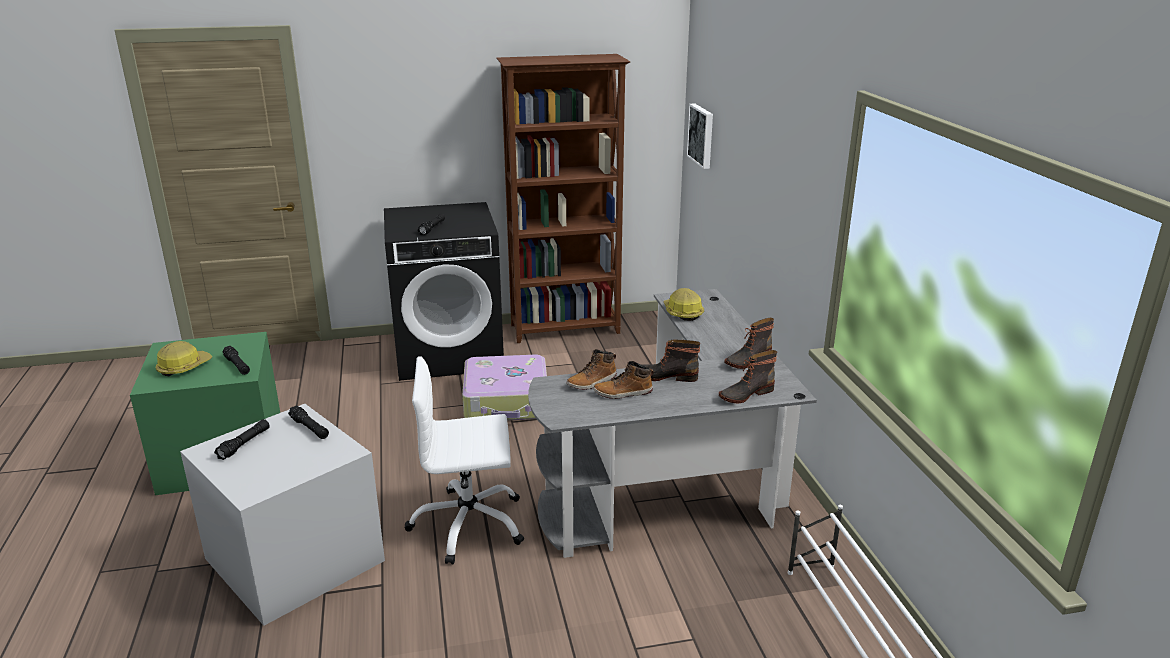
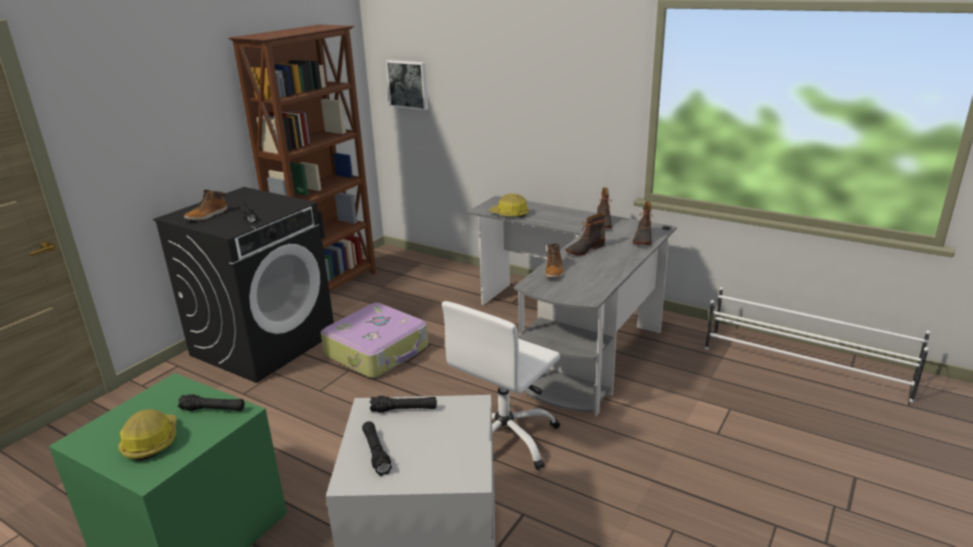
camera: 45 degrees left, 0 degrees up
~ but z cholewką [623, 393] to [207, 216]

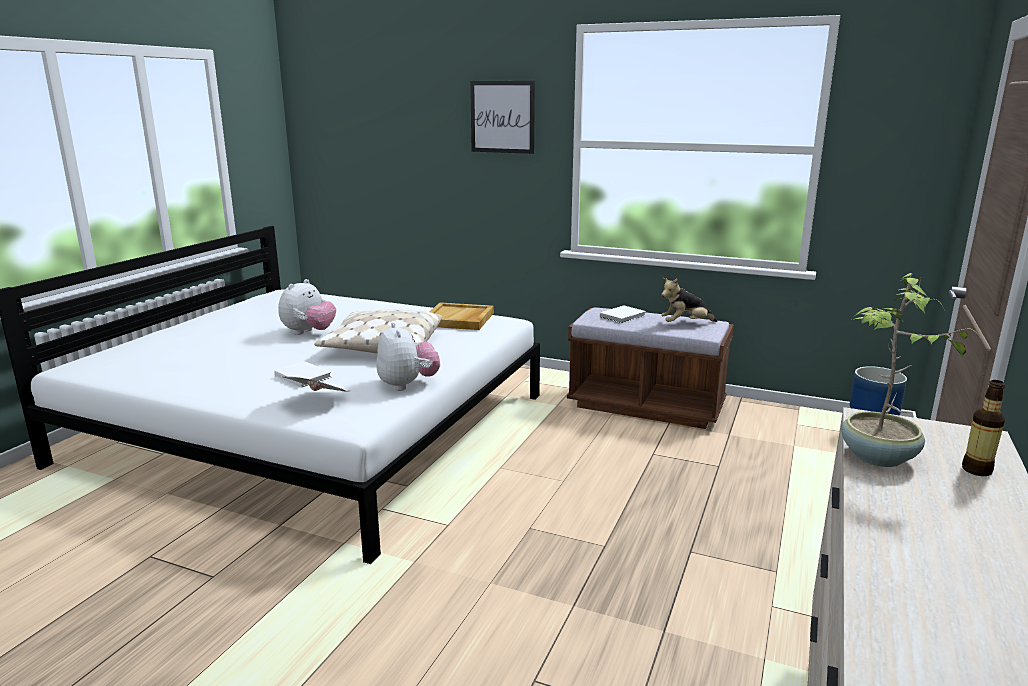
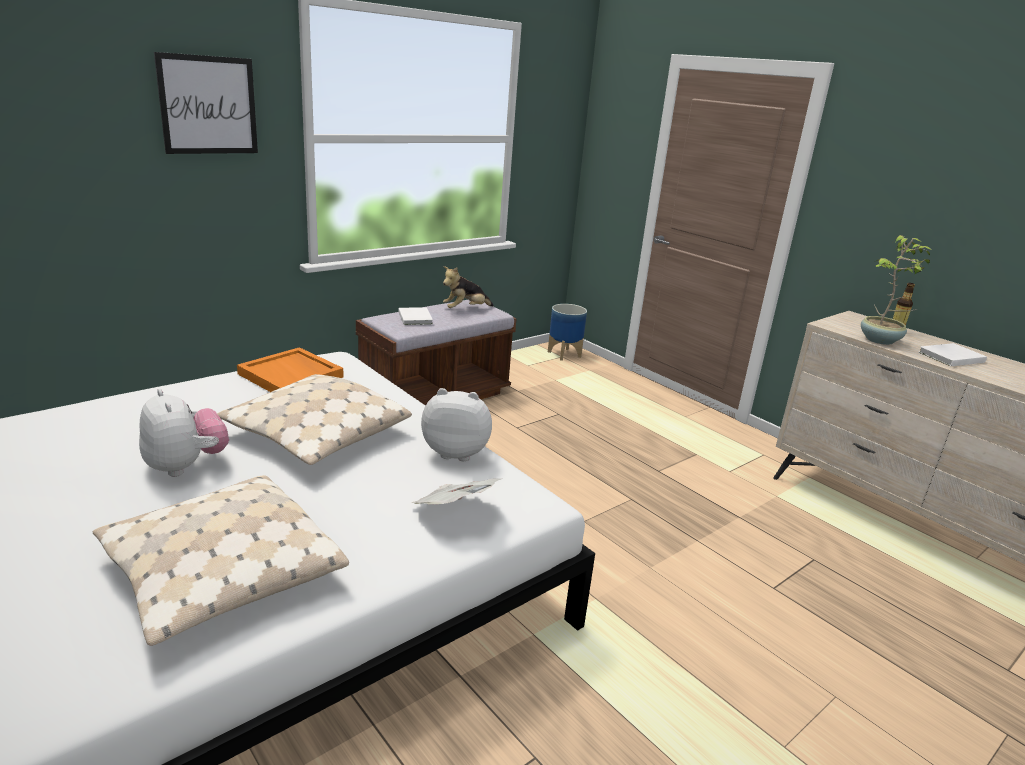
camera: 65 degrees left, 5 degrees up
+ poduszka [beżowy] [221, 573]
~ książka [biały] [303, 376] to [949, 357]
~ taca [beżowy] [459, 319] to taca [pomarańczowy] [292, 375]
~ pluszak [685, 324] = [465, 310] 45 degrees clockwise

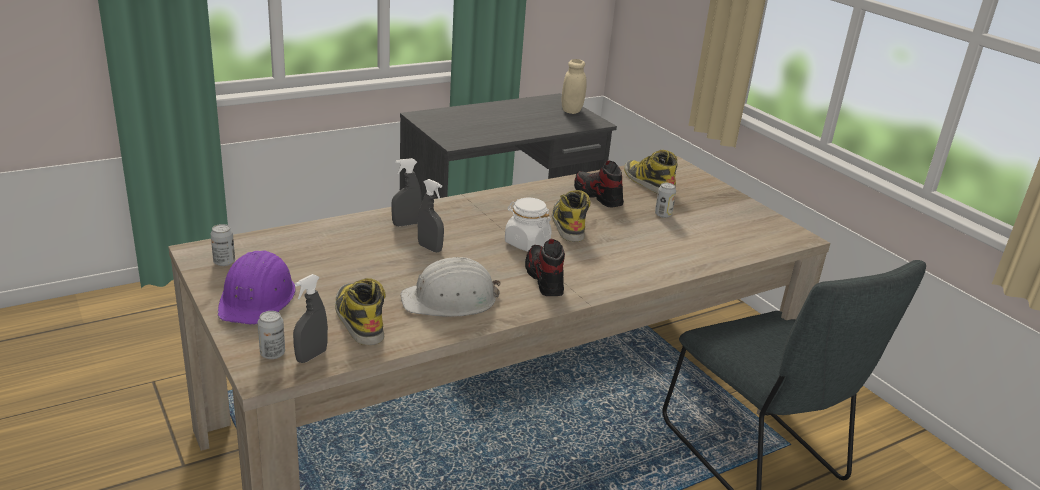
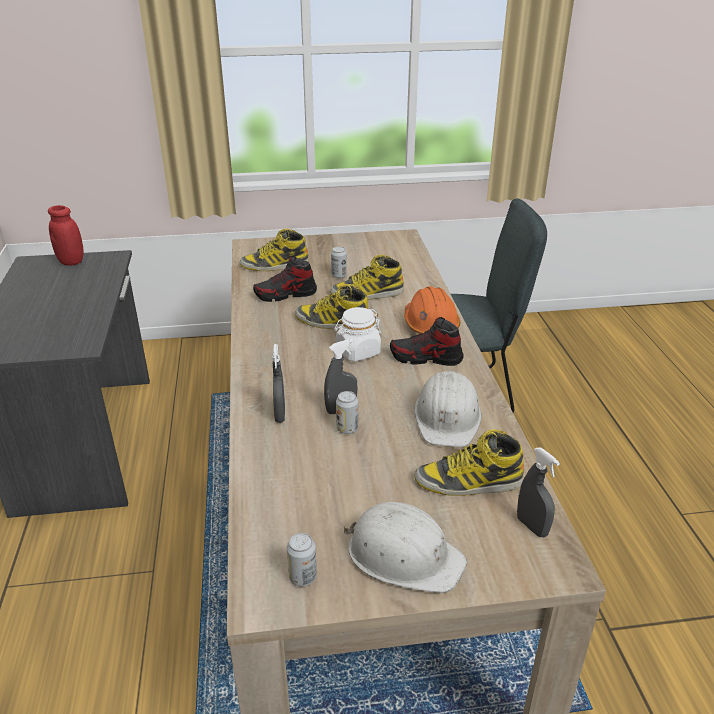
camera: 65 degrees left, 5 degrees up
+ but z cholewką [367, 294]
+ kask [pomarańczowy] [430, 325]
~ puszka [272, 354] to [347, 429]
~ kask [fioletowy] [257, 298] to kask [biały] [403, 555]
~ słoik [beżowy] [571, 111] to słoik [czerwony] [71, 261]

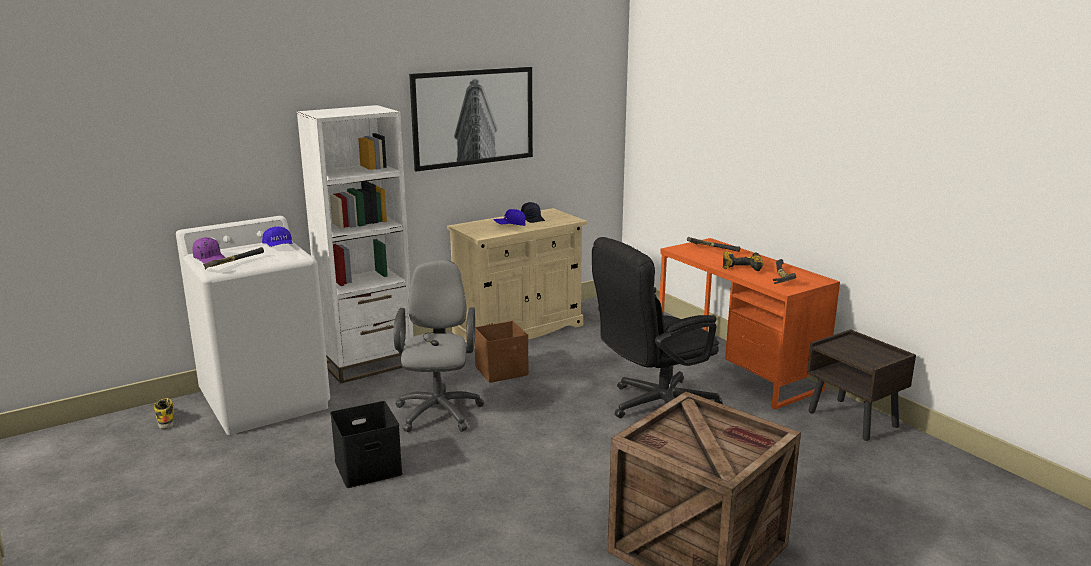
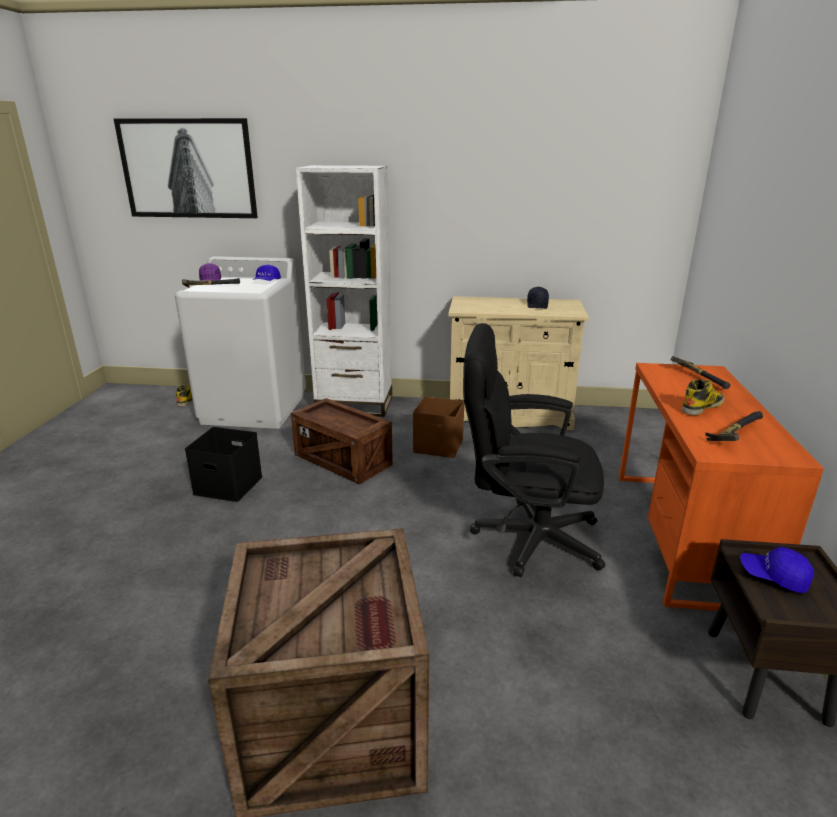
camera: 40 degrees right, 5 degrees up
~ obraz [473, 117] to [188, 169]
~ czapka z daszkiem [niebieski] [510, 225] to [773, 577]
~ krzesło biurowe [szary] [439, 410] to skrzynka [343, 460]
~ wiertarka [742, 266] to but z cholewką [702, 407]

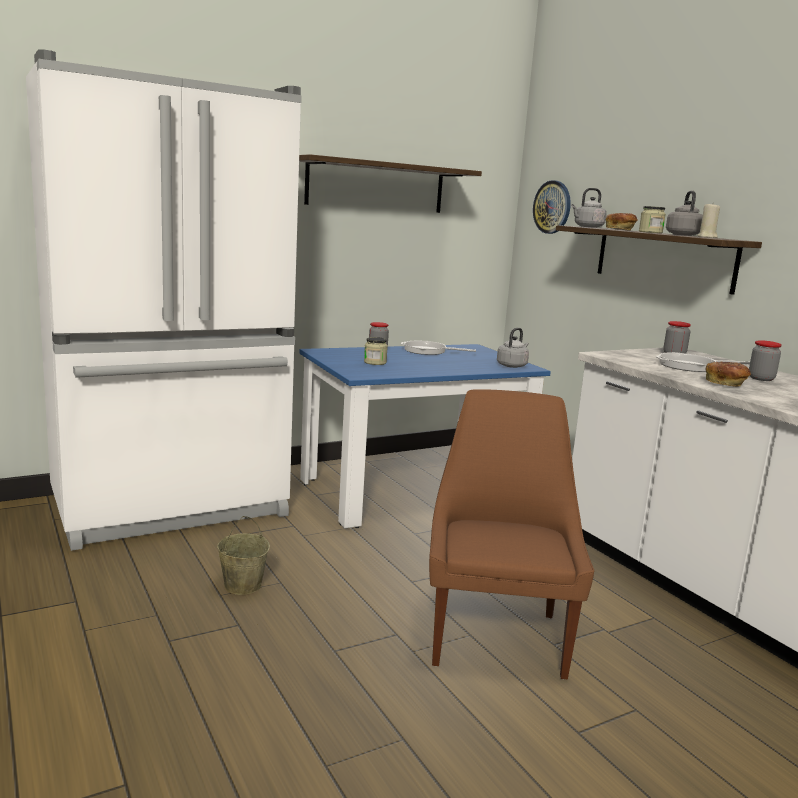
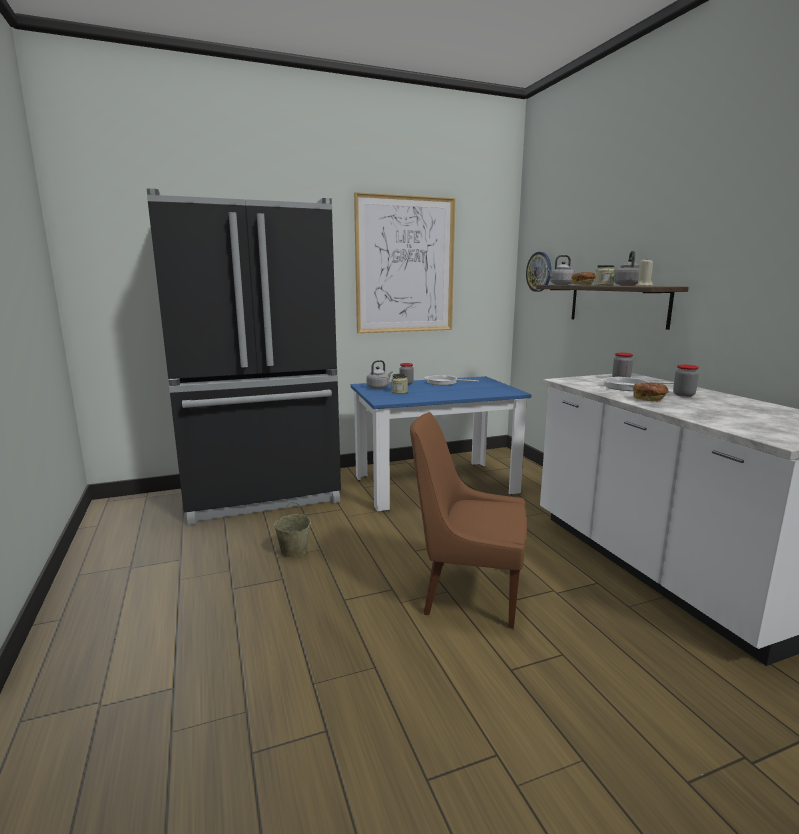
camera: 10 degrees right, 0 degrees up
~ czajnik [szary] [512, 365] to [379, 387]
~ półka [376, 186] to obraz [405, 265]
~ lodówka [biały] [173, 508] to lodówka [czarny] [263, 496]
~ krzesło [brązowy] [496, 635] = [467, 592] 90 degrees counterclockwise

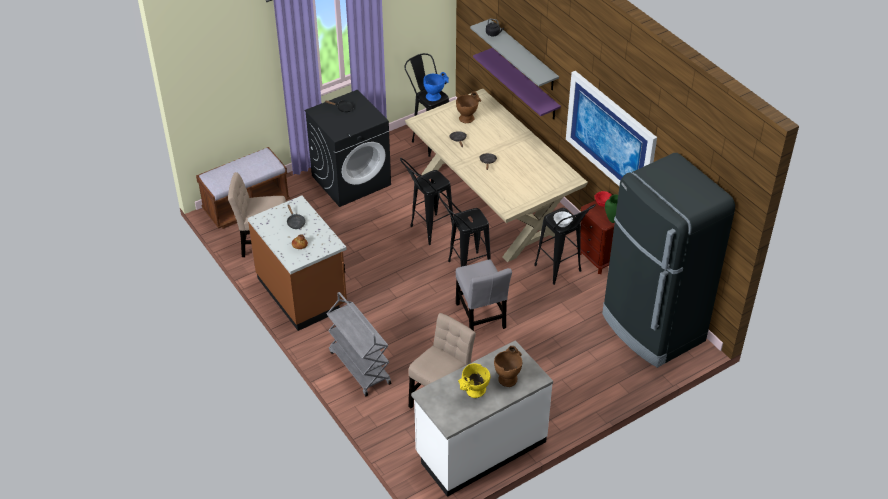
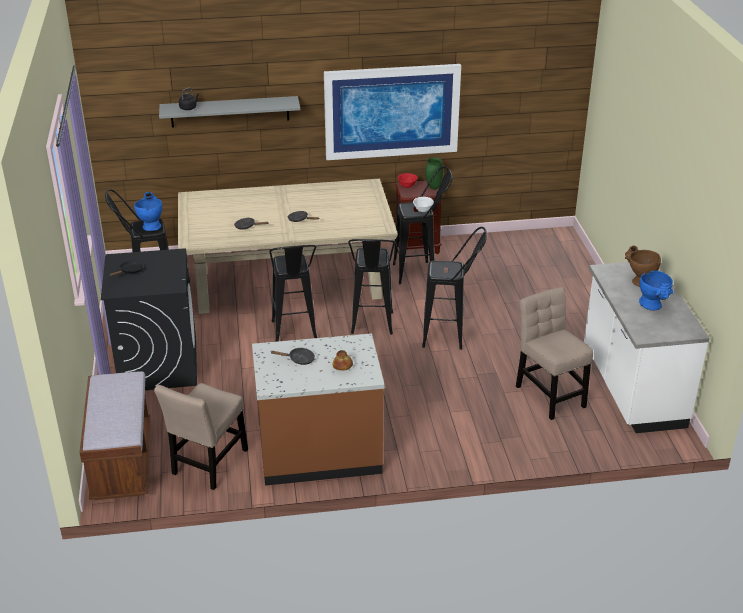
camera: 65 degrees left, 10 degrees down
- wózek [szary] [359, 367]
- wazon [brązowy] [468, 117]
- półka [fioletowy] [525, 84]
- lodówka [czarny] [652, 328]
~ krzesło [szary] [481, 318] to stołek [czarny] [451, 337]
~ wazon [żółty] [474, 393] to wazon [niebieski] [653, 306]

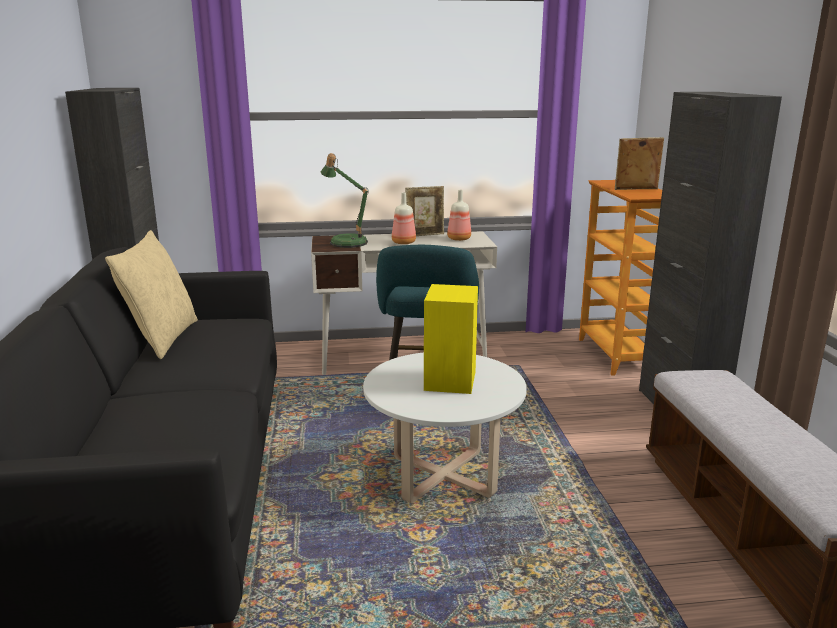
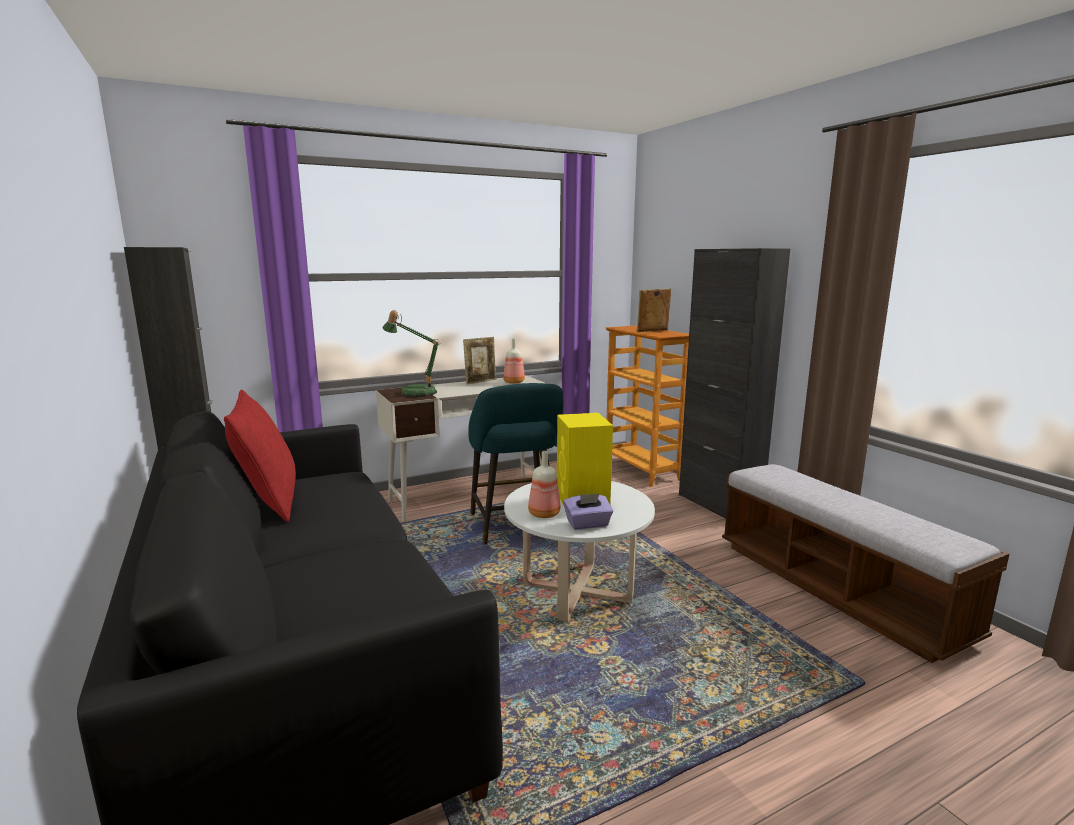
camera: 20 degrees left, 5 degrees down
+ pudełko chusteczek [fioletowy] [588, 524]
~ butelka [403, 242] to [543, 514]
~ poduszka [beżowy] [161, 339] to poduszka [czerwony] [269, 502]

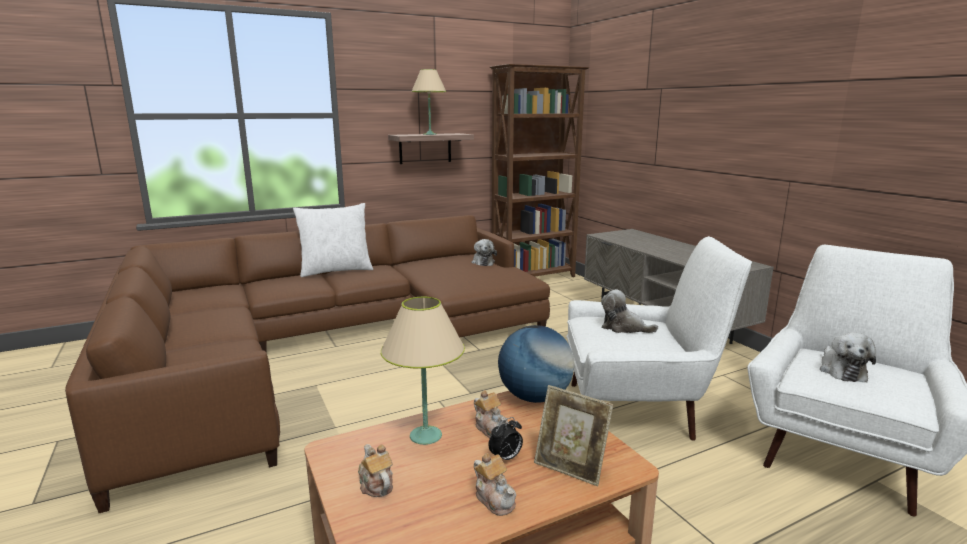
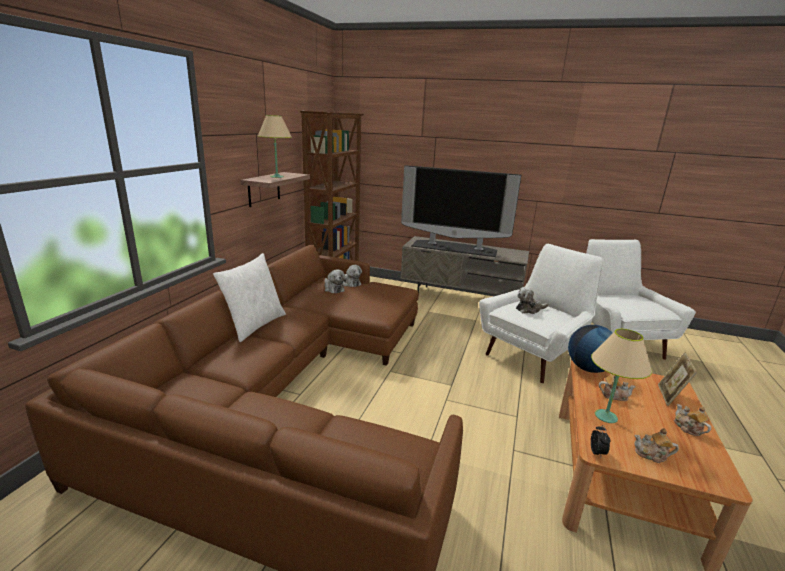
camera: 45 degrees left, 5 degrees up
+ telewizor [454, 248]
~ budzik [506, 458] to [597, 453]
~ pluszak [841, 370] to [333, 288]
~ imbryk [495, 499] = [687, 428] 120 degrees counterclockwise
~ ramka na zdjęcie [570, 467] = [670, 396] 120 degrees clockwise

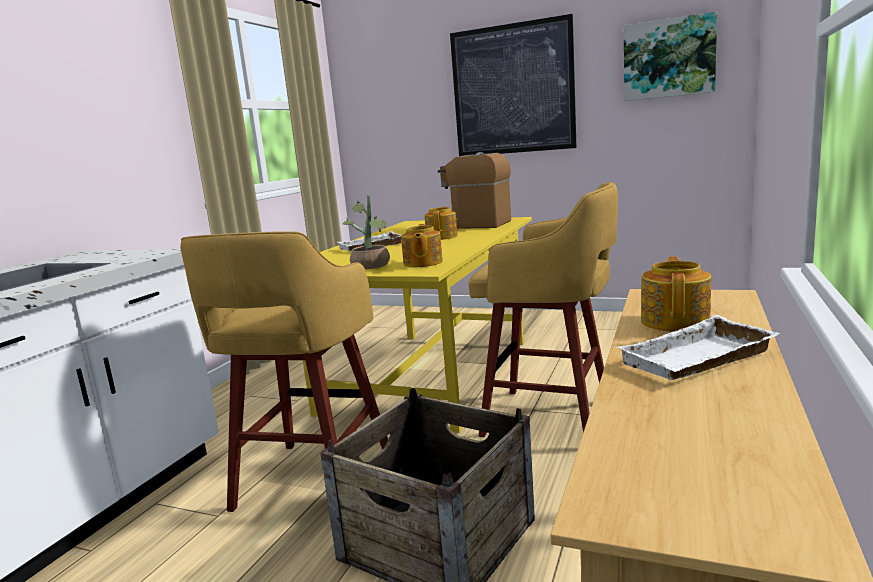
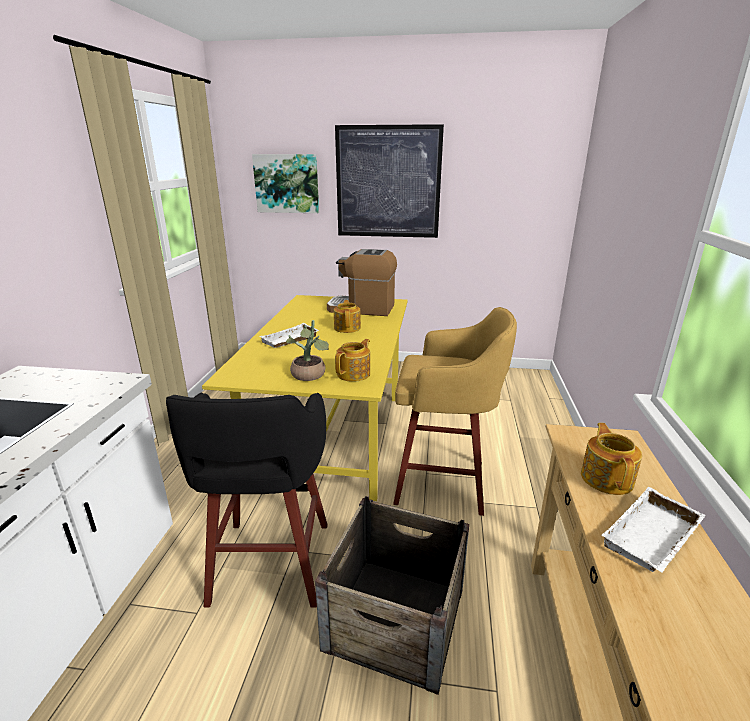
camera: 15 degrees left, 10 degrees up
~ obraz [668, 58] to [287, 183]
~ stołek [żółty] [311, 482] to stołek [czarny] [270, 566]
~ imbryk [422, 263] = [354, 374] 135 degrees counterclockwise

